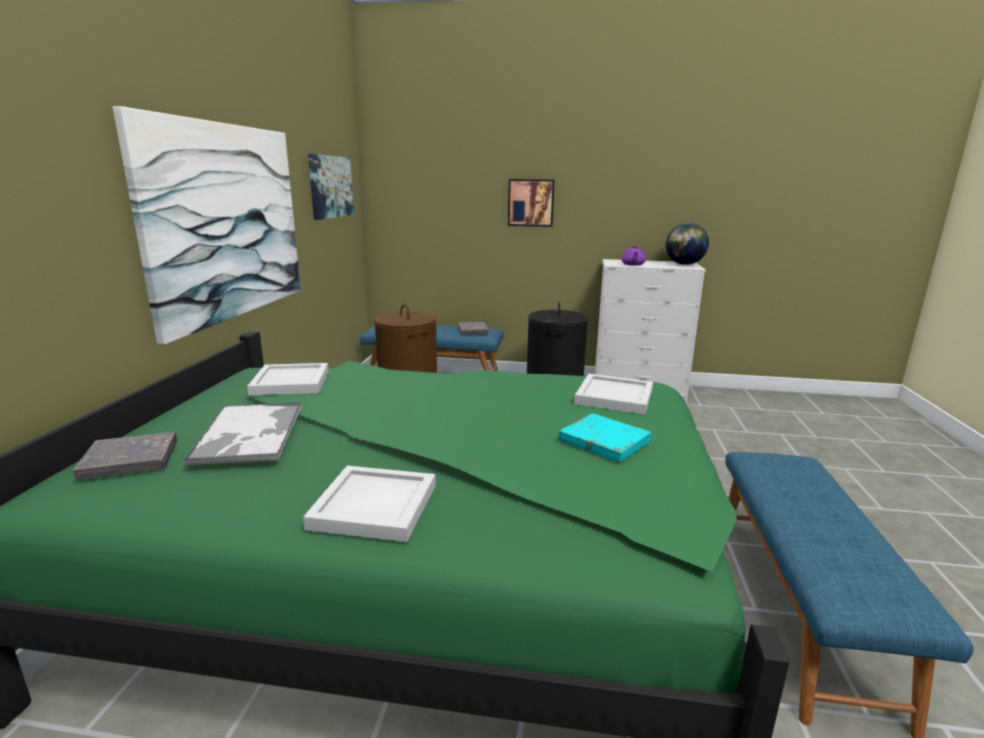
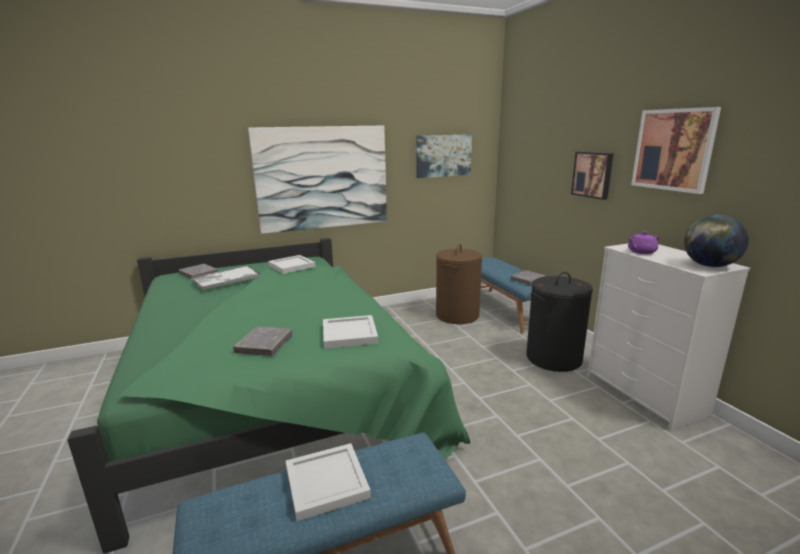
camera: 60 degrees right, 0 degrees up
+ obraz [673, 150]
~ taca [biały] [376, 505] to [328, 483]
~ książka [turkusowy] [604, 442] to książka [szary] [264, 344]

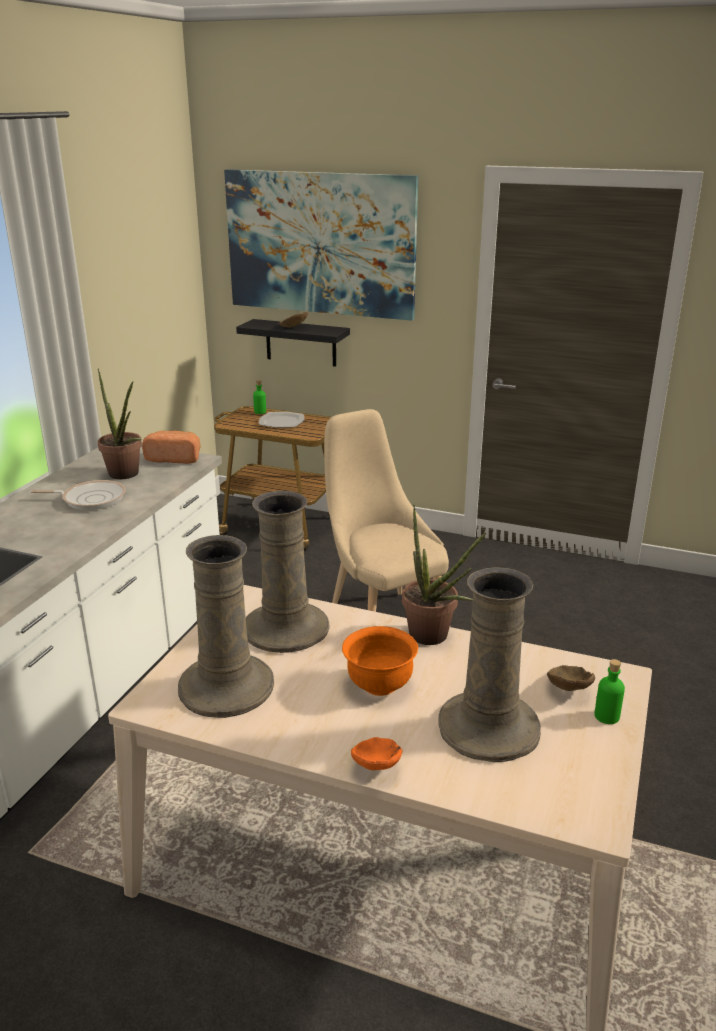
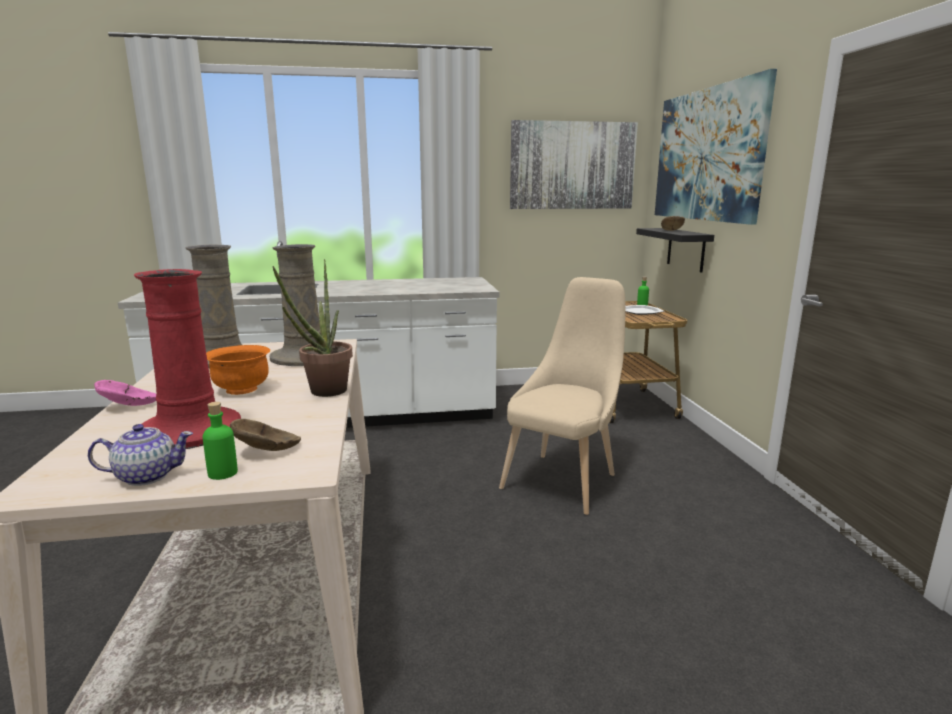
camera: 60 degrees right, 10 degrees down
- patelnia [90, 499]
- roślina doniczkowa [126, 476]
- chleb [175, 458]
+ imbryk [146, 476]
+ obraz [572, 166]
~ miska [pomarańczowy] [377, 765] to miska [różowy] [131, 405]
~ wazon [beżowy] [489, 728] to wazon [czerwony] [189, 430]

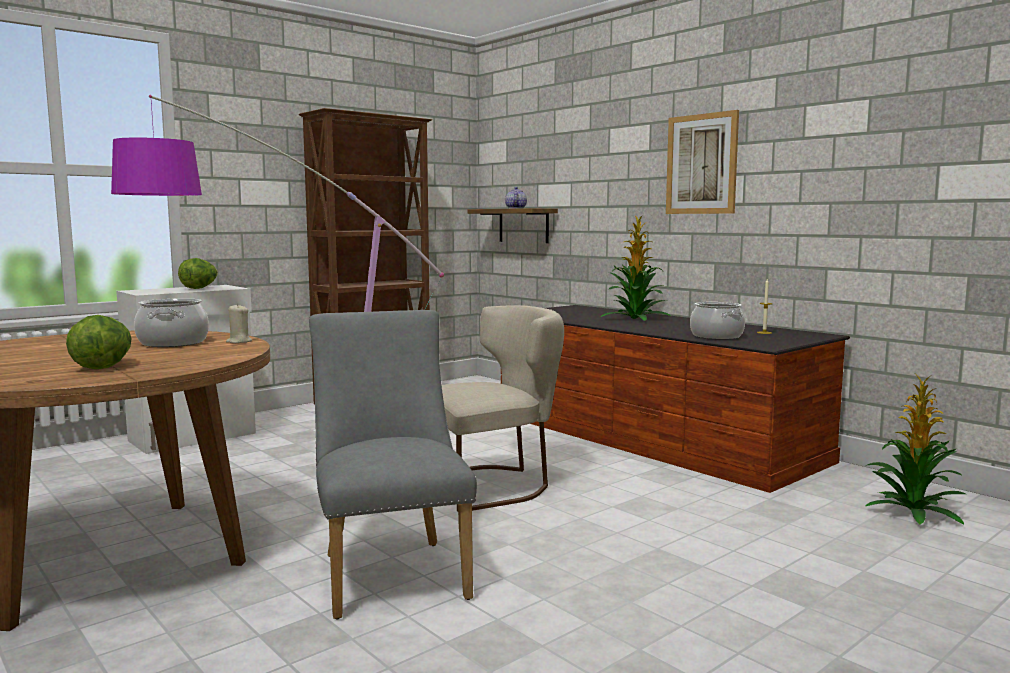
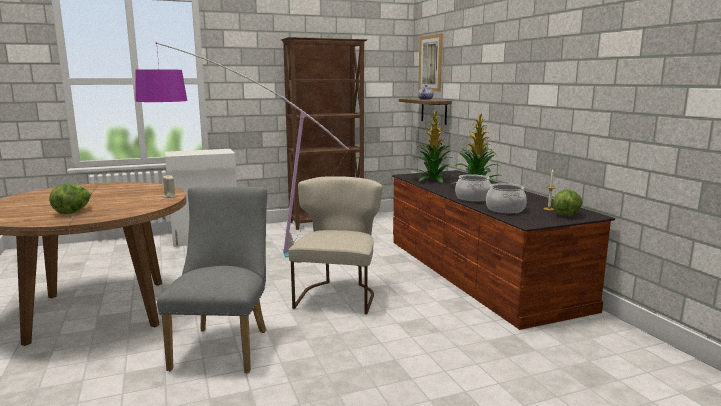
camera: 20 degrees right, 5 degrees up
~ garnek [173, 343] to [473, 198]
~ sałata [200, 288] to [566, 214]
~ obraz [701, 164] to [430, 63]
~ roślina doniczkowa [912, 511] to [432, 179]
~ krzesło [beżowy] [493, 485] = [338, 295] 75 degrees counterclockwise

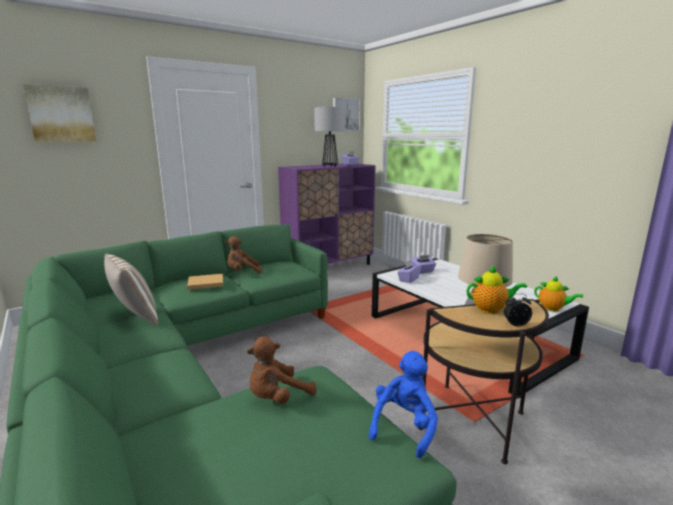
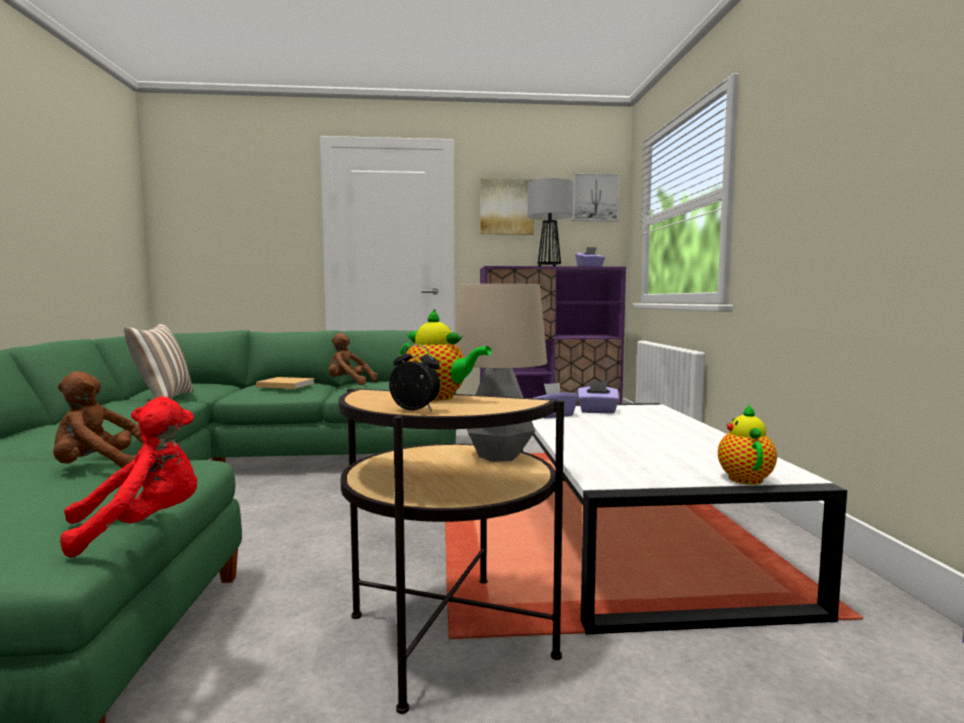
camera: 30 degrees right, 10 degrees down
~ obraz [61, 114] to [506, 207]
~ pluszak [niebieski] [404, 426] to pluszak [czerwony] [142, 527]
~ imbryk [553, 309] = [744, 478] 150 degrees counterclockwise

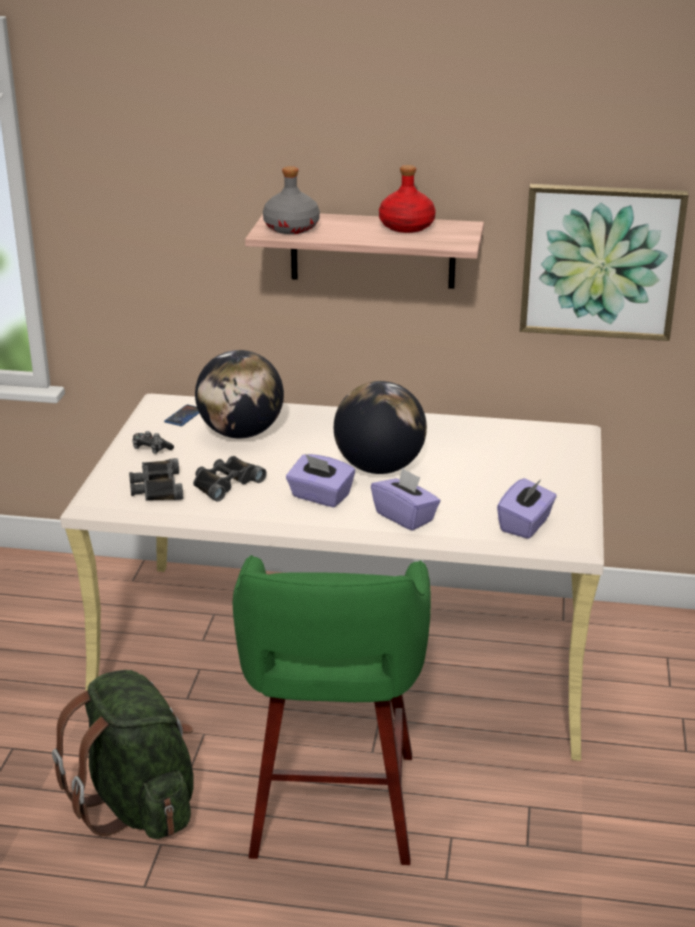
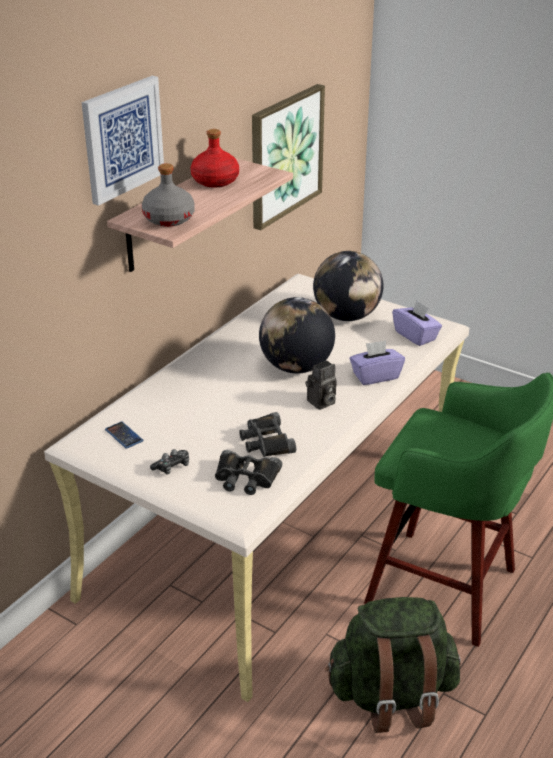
camera: 65 degrees left, 5 degrees up
+ obraz [122, 139]
~ globus [241, 433] to [347, 316]
~ pudełko chusteczek [fioletowy] [320, 496] to aparat fotograficzny [321, 403]

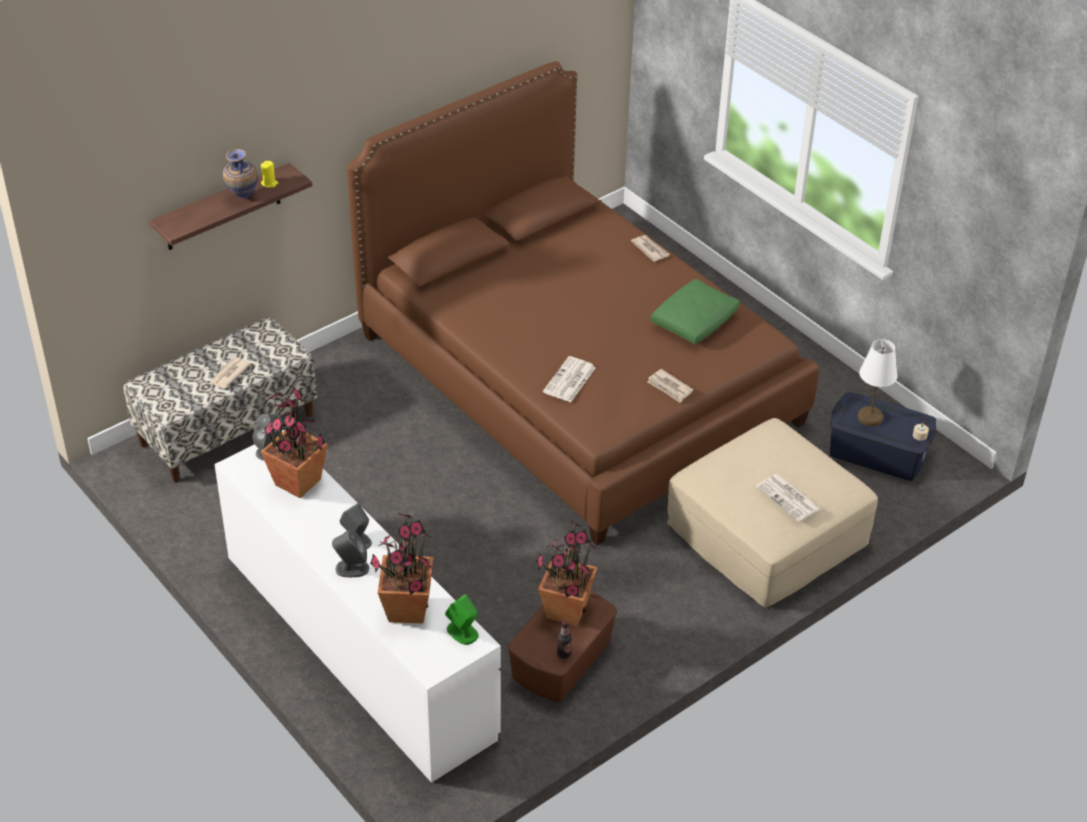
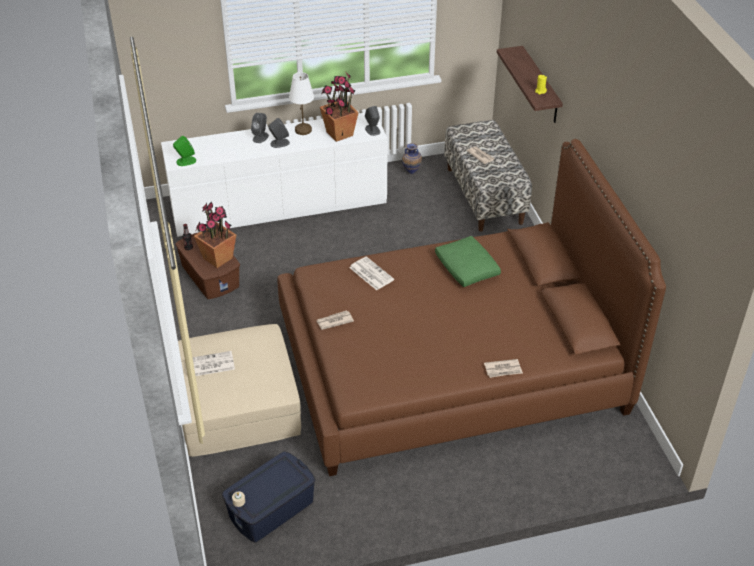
camera: 115 degrees right, 0 degrees up
- roślina doniczkowa [406, 609]
~ wazon [242, 198] to [411, 172]
~ poduszka [zielony] [694, 320] to [467, 268]
~ lampa stołowa [biały] [869, 417] to [303, 130]

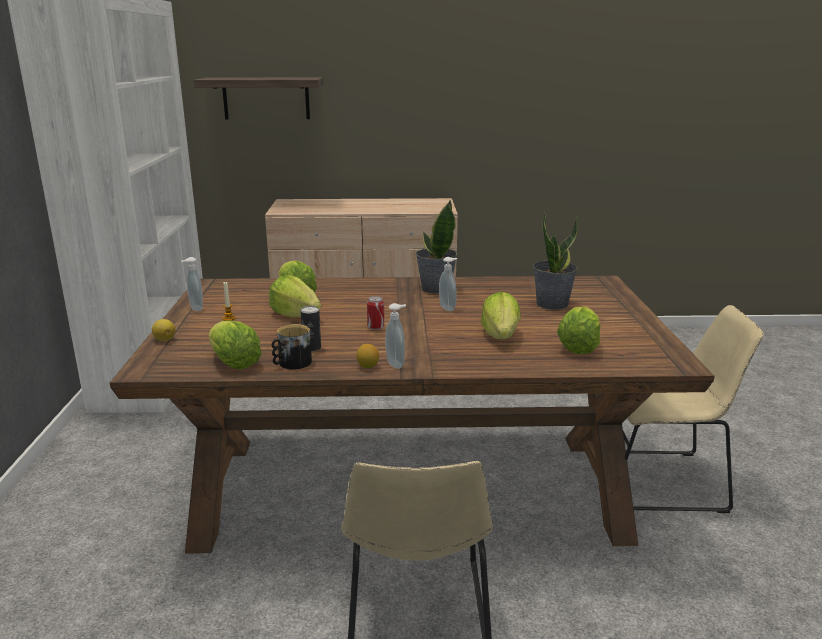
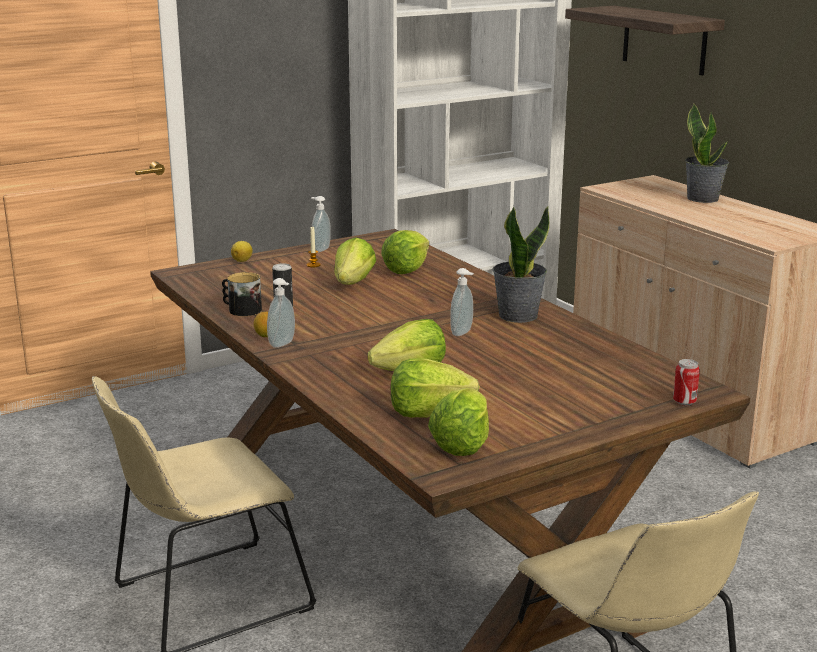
camera: 60 degrees right, 0 degrees up
~ sałata [233, 363] to [462, 444]
~ puszka [375, 328] to [684, 402]
~ roślina doniczkowa [552, 304] to [703, 198]

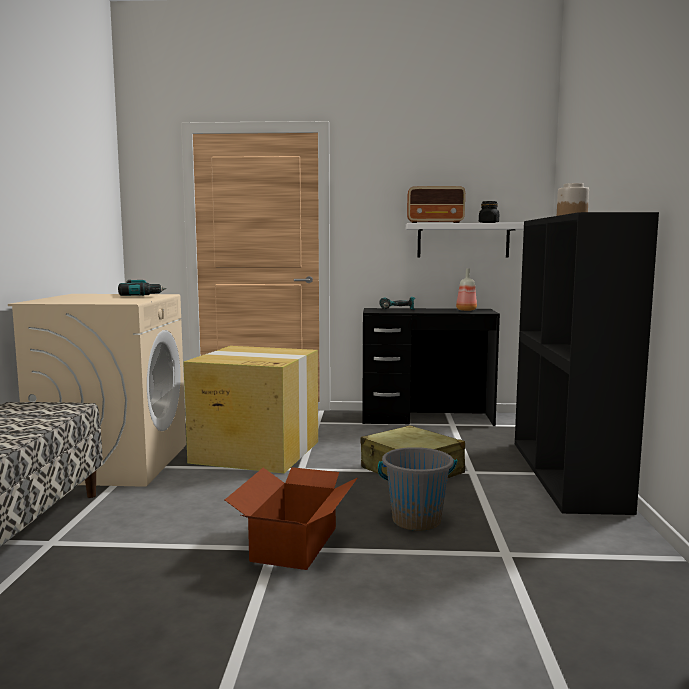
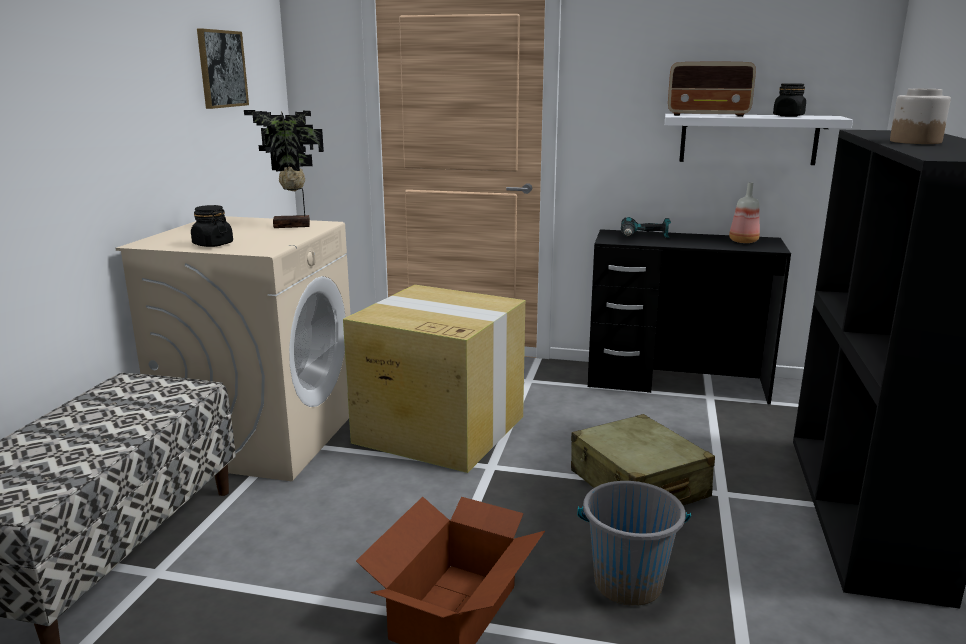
camera: 10 degrees right, 10 degrees up
+ słoik [czarny] [212, 244]
+ obraz [222, 69]
~ wiertarka [141, 295] to roślina doniczkowa [292, 226]

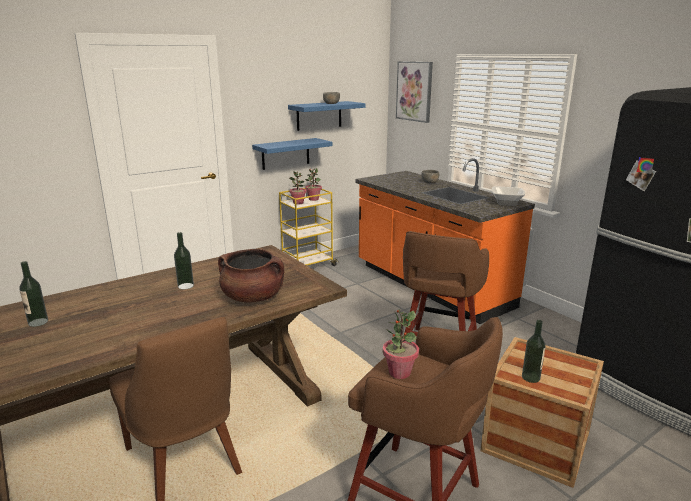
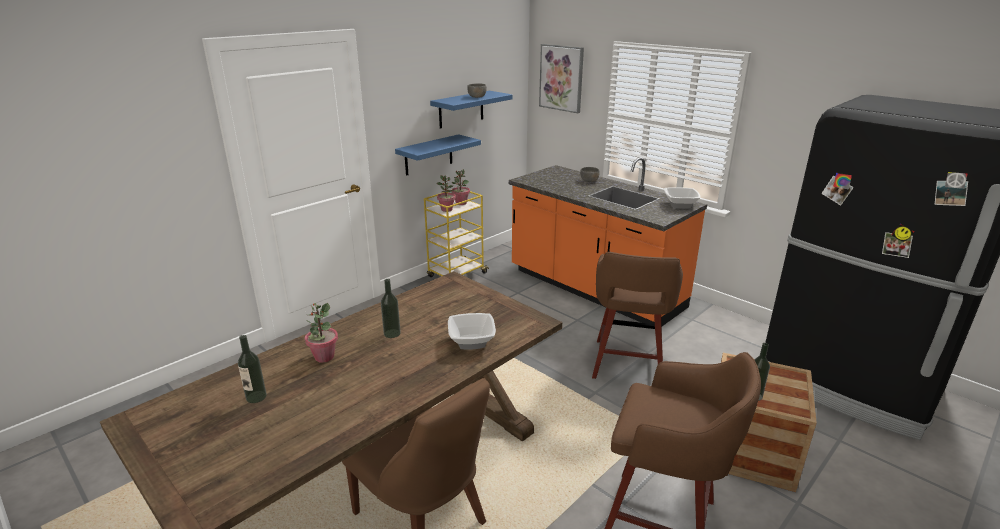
camera: 10 degrees left, 5 degrees up
~ roślina doniczkowa [399, 372] to [324, 357]
~ garnek [brązowy] [253, 297] to miska [472, 341]

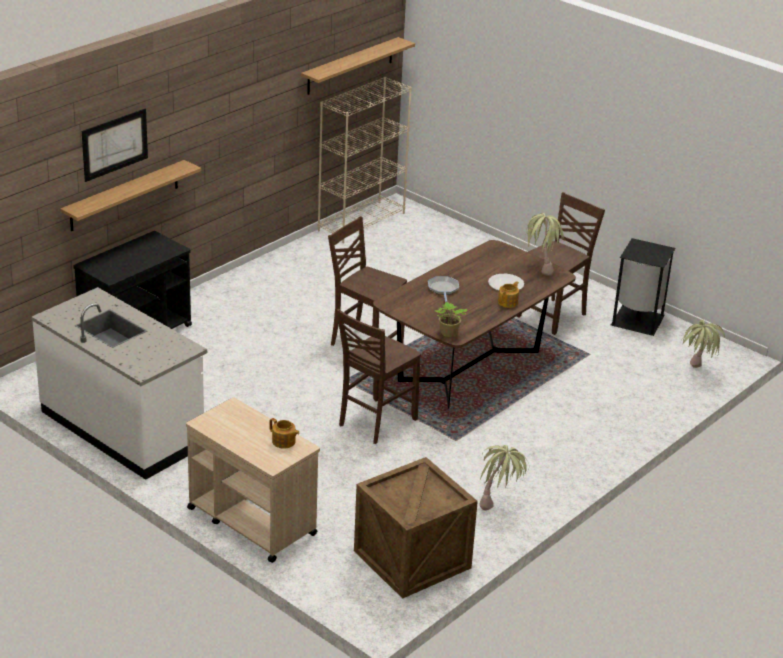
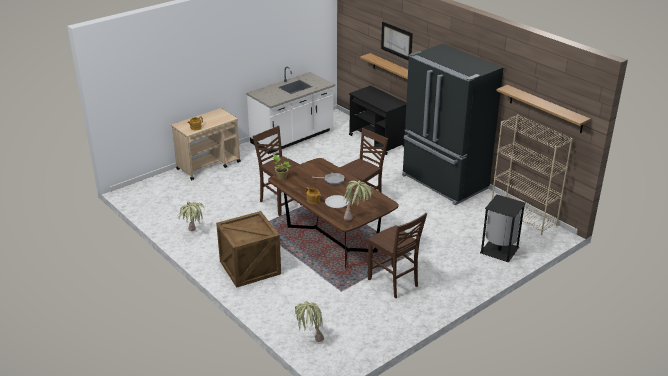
camera: 100 degrees right, 0 degrees up
+ lodówka [czarny] [443, 183]
~ skrzynka [412, 560] to [249, 267]
~ kosz na śmieci [czarny] [637, 320] to [500, 250]

